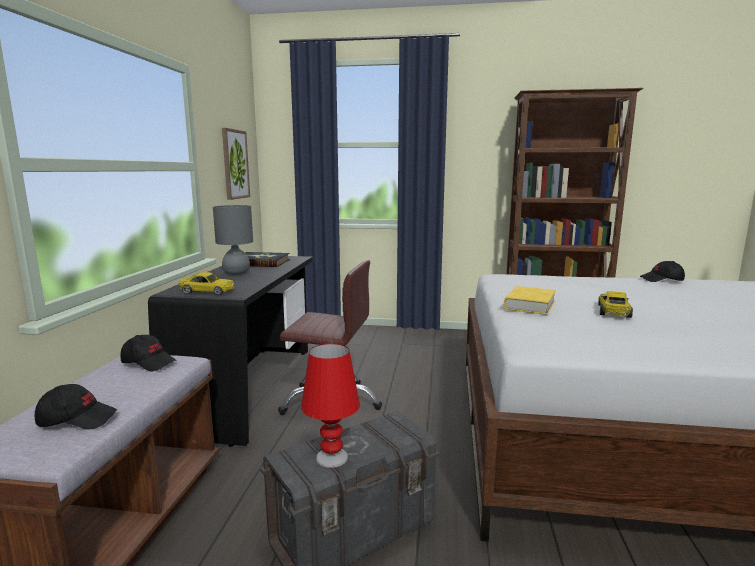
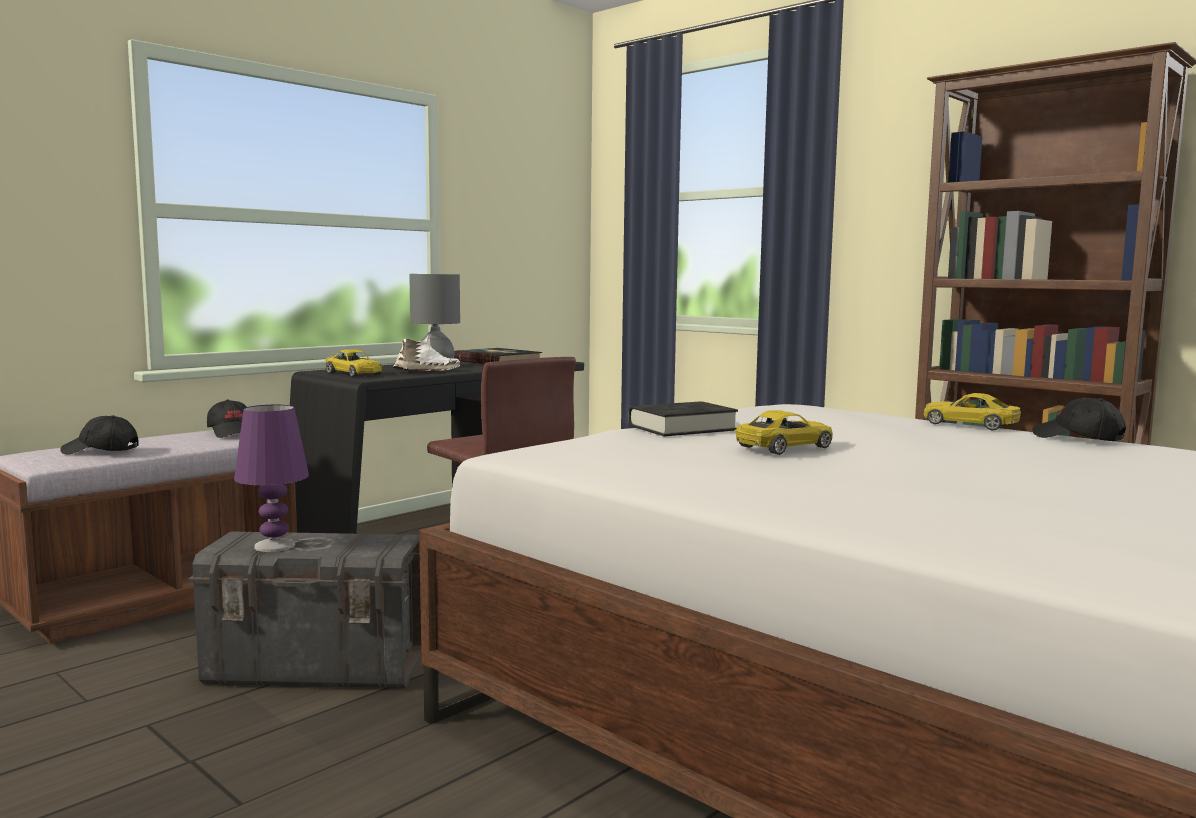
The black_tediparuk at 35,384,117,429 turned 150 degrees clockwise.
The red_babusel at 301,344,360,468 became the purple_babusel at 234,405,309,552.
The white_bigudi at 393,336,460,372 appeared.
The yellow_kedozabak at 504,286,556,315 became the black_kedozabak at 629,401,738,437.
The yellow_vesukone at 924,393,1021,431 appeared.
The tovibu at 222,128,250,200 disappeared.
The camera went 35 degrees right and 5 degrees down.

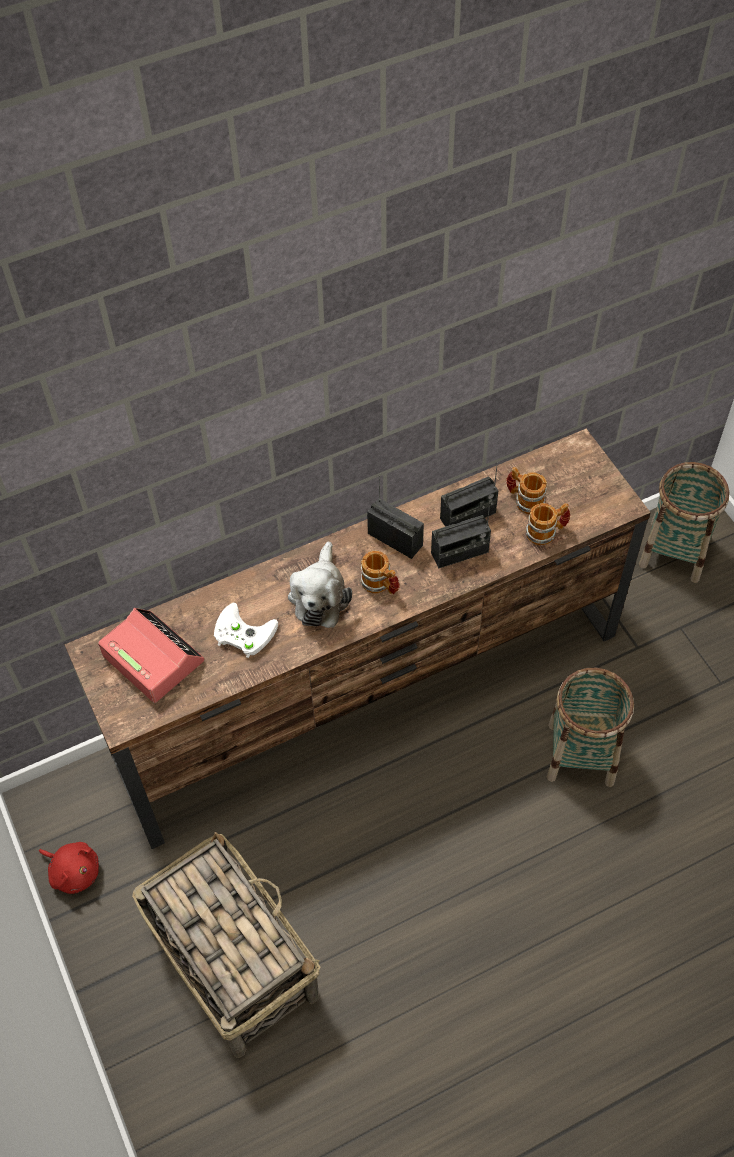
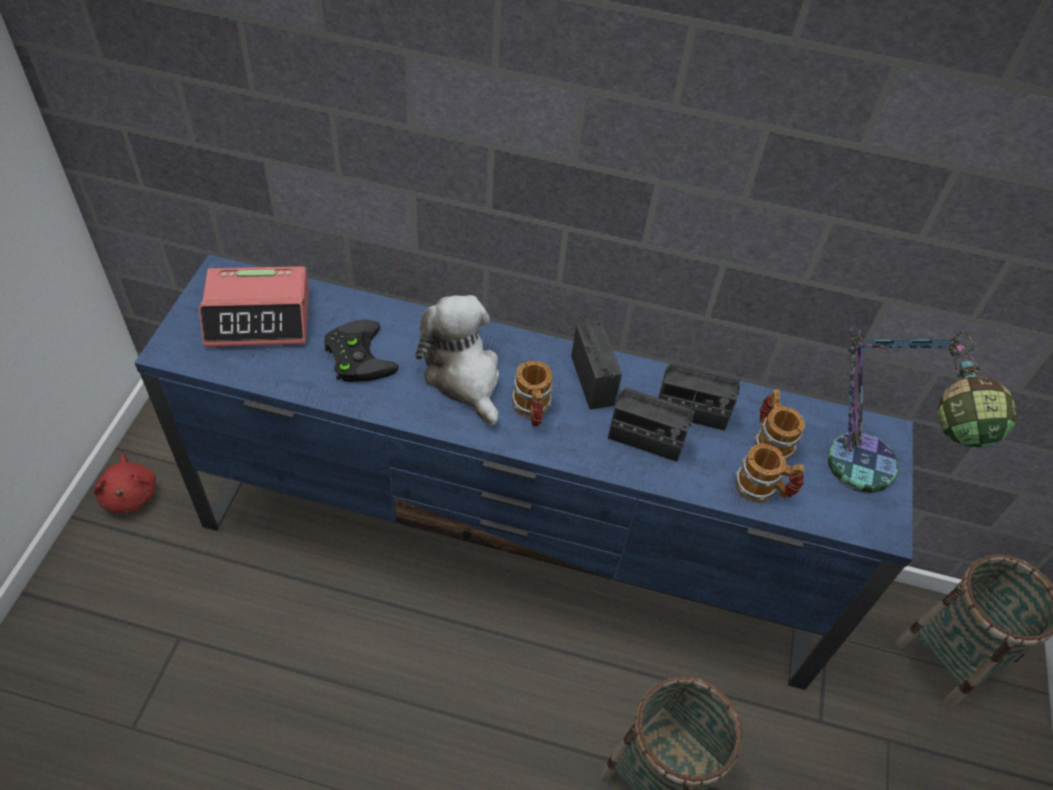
The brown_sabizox at 65,429,651,849 became the blue_sabizox at 134,254,913,690.
The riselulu at 98,608,205,703 turned 90 degrees clockwise.
The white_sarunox at 214,603,278,658 became the black_sarunox at 324,320,399,382.
The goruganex at 288,542,352,628 turned 105 degrees clockwise.
The babusel at 827,326,1016,493 appeared.
The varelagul at 132,832,320,1058 disappeared.
The camera went 35 degrees right and 5 degrees down.

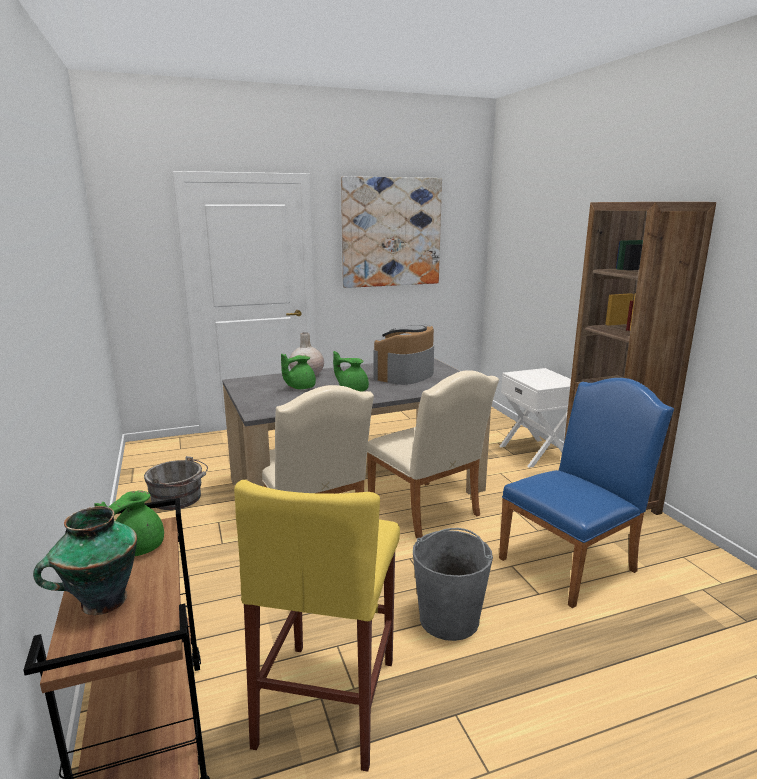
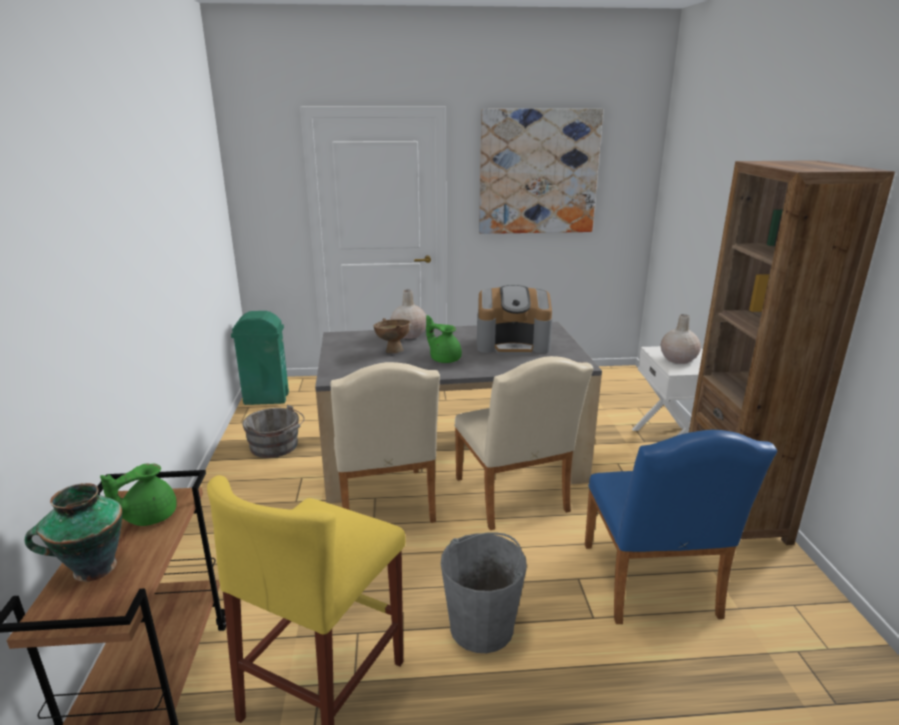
The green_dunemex at 231,311,289,405 appeared.
The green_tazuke at 281,354,316,389 was replaced by the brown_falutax at 374,318,411,354.
The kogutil at 374,324,434,385 turned 135 degrees counterclockwise.
The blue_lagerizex at 499,378,674,608 turned 105 degrees clockwise.
The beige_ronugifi at 661,314,701,364 appeared.
The camera went 15 degrees right and 5 degrees up.

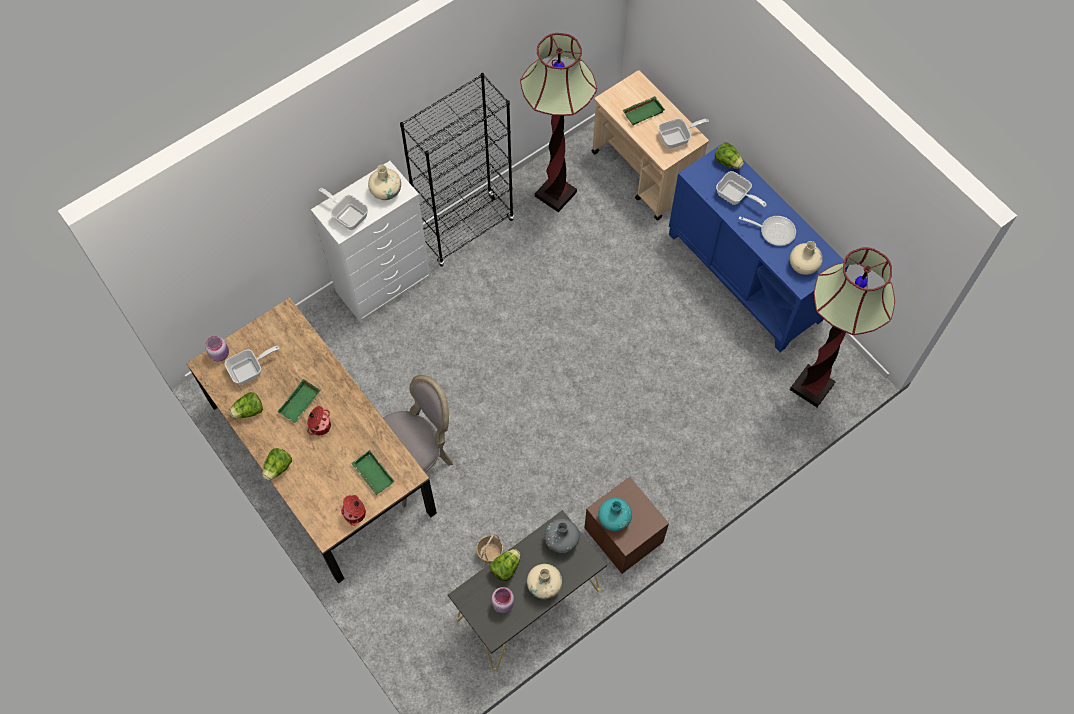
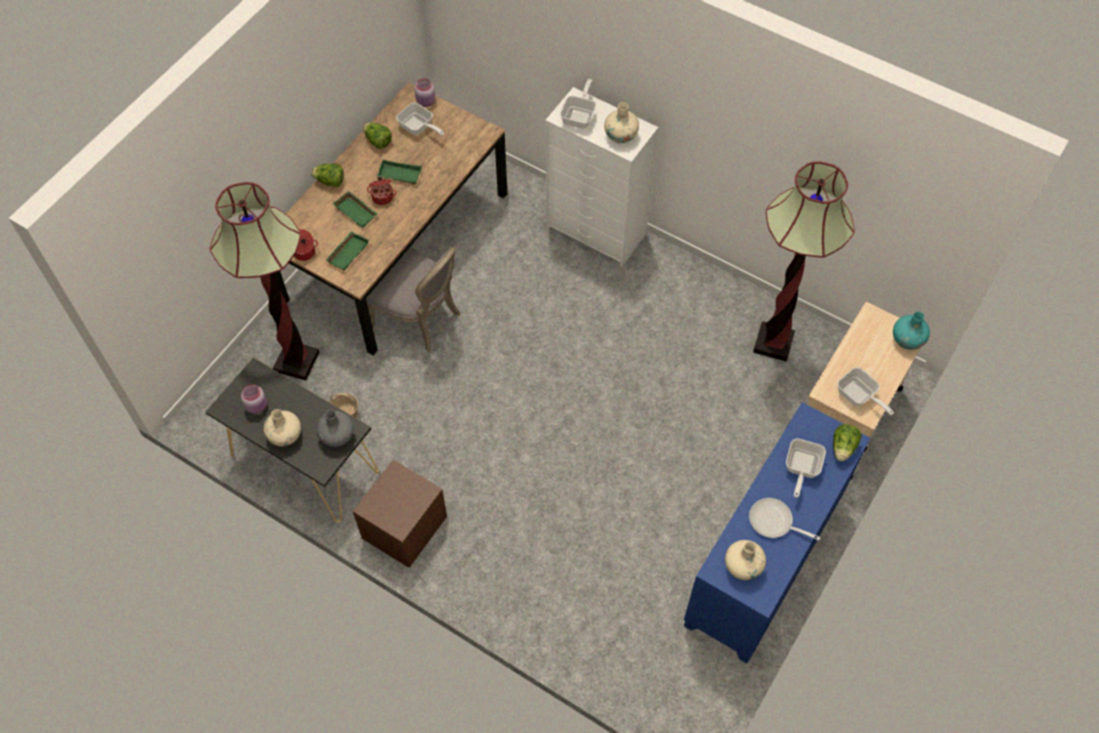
The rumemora moved from 790,247,895,407 to 210,182,319,380.
The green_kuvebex moved from 623,96,665,125 to 332,191,378,228.
The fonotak at 739,216,796,246 turned 120 degrees clockwise.
The turquoise_ronugifi moved from 598,498,632,532 to 893,312,930,350.
The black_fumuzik at 400,73,514,267 disappeared.
The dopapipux at 490,549,521,581 disappeared.
The camera went 70 degrees right and 5 degrees down.

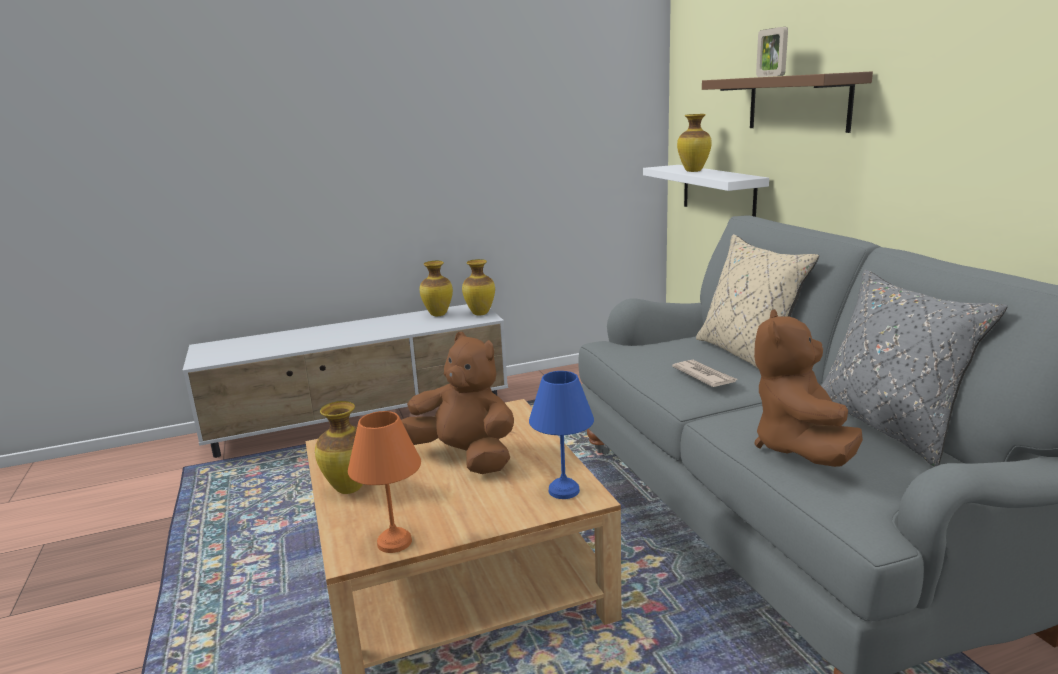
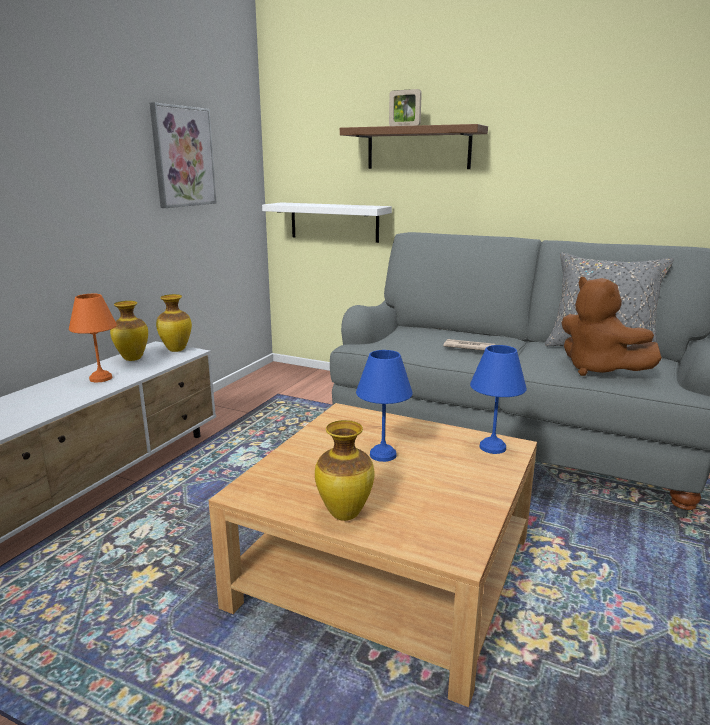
The orange_babusel moved from 348,411,421,553 to 69,294,117,382.
The tovibu at 150,102,217,208 appeared.
The brown_goruganex at 401,332,514,474 was replaced by the blue_babusel at 356,350,413,462.
The ronugifi at 677,114,712,172 disappeared.
The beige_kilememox at 696,234,819,368 disappeared.
The camera went 45 degrees left and 0 degrees up.

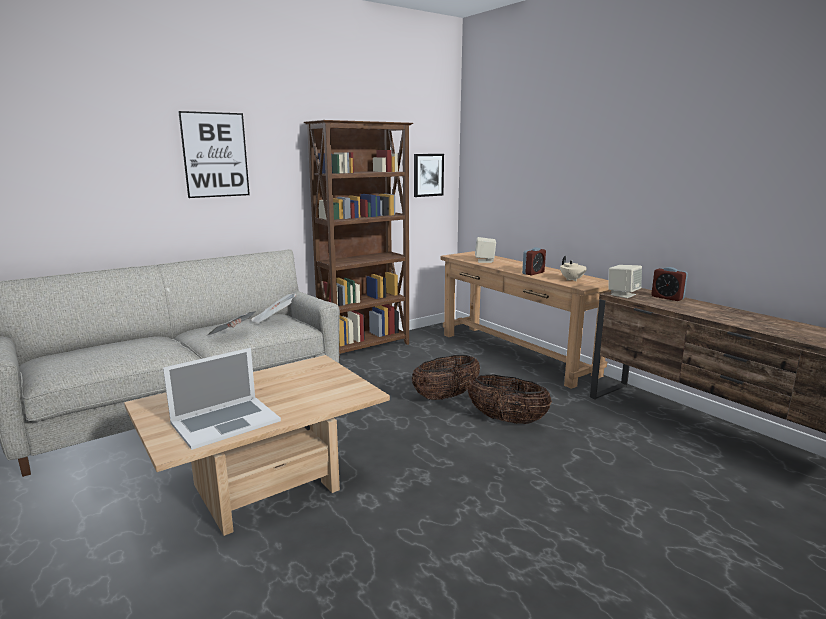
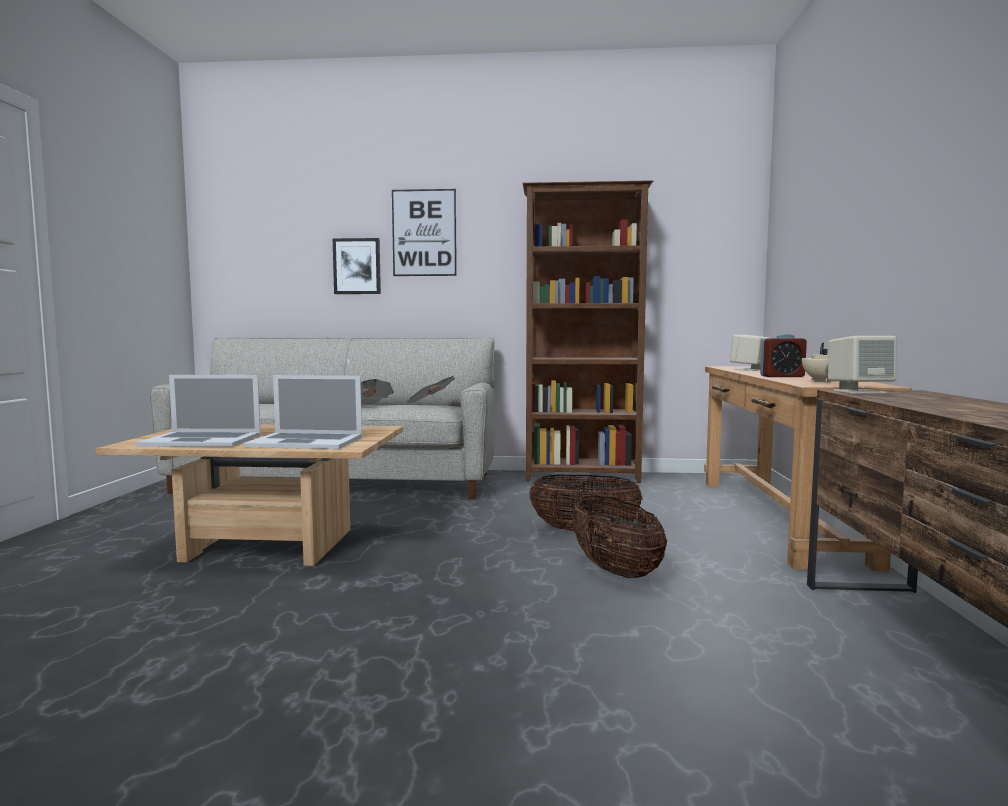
The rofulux at 243,375,362,449 appeared.
The tovibu moved from 414,154,444,197 to 332,238,381,294.
The riselulu at 651,267,688,301 disappeared.
The camera went 40 degrees right and 10 degrees down.

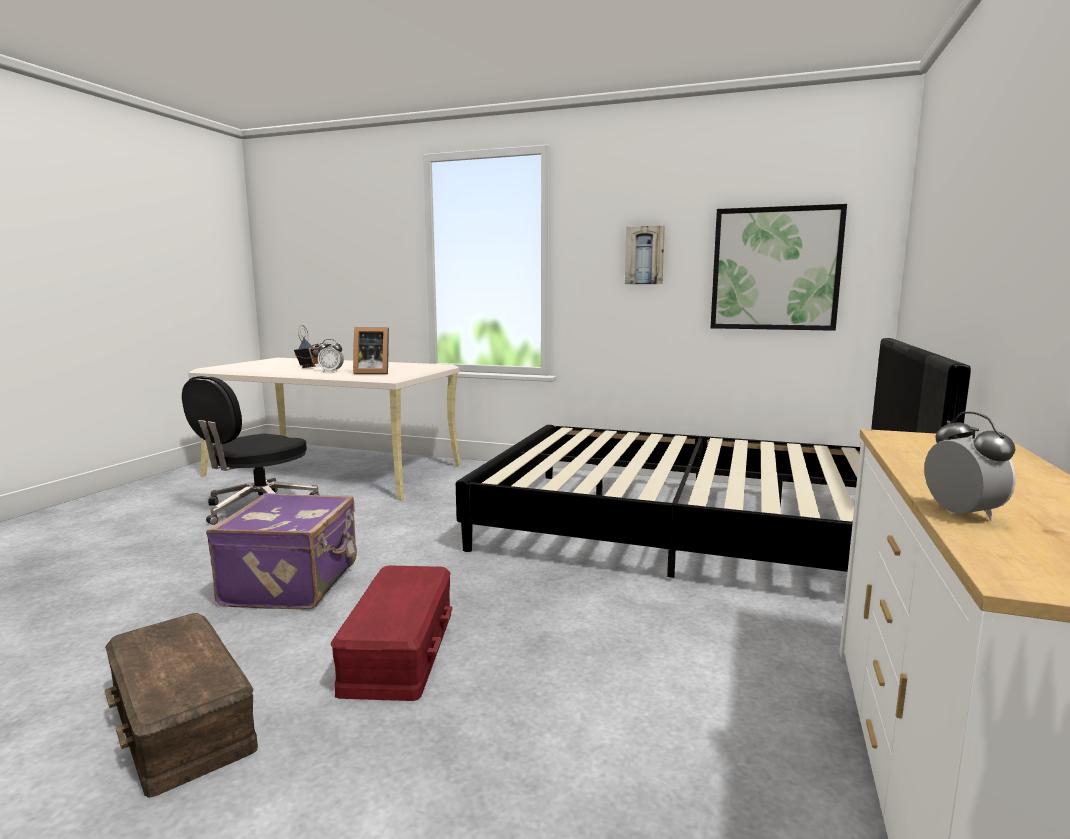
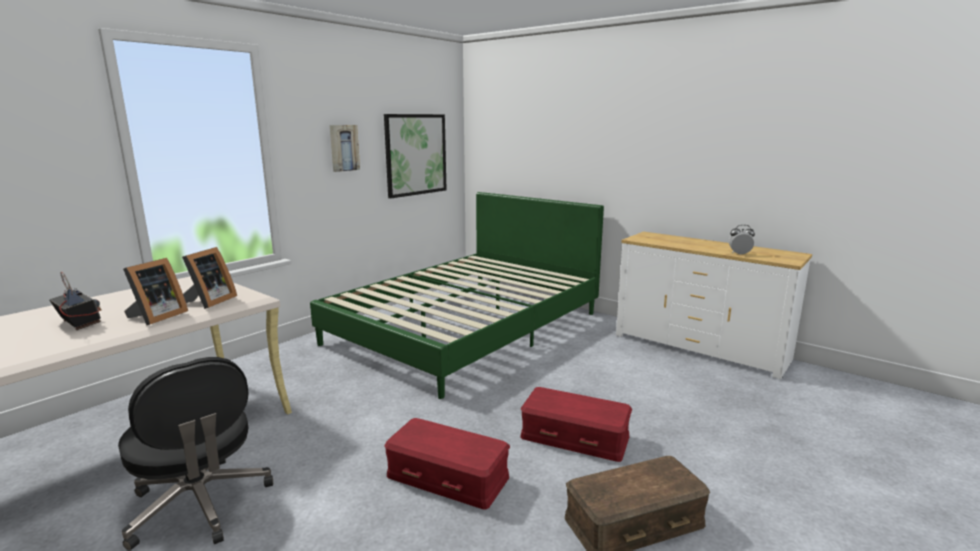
The riselulu at 318,339,344,372 was replaced by the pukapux at 123,258,188,325.
The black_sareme at 456,338,971,578 became the green_sareme at 310,192,604,399.
The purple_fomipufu at 206,493,357,610 was replaced by the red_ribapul at 384,418,510,509.
The camera went 70 degrees left and 5 degrees up.

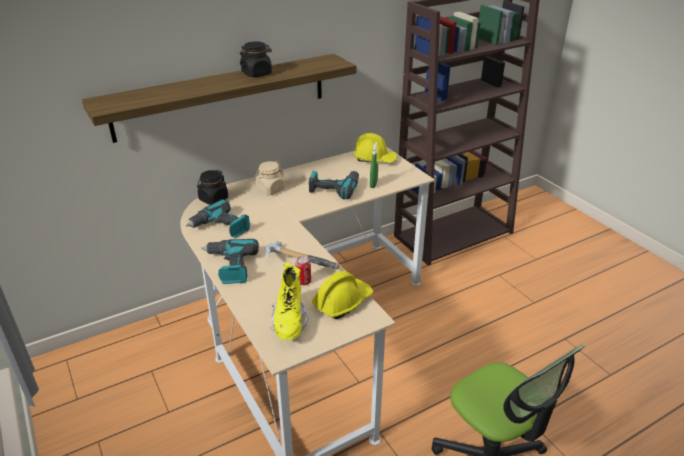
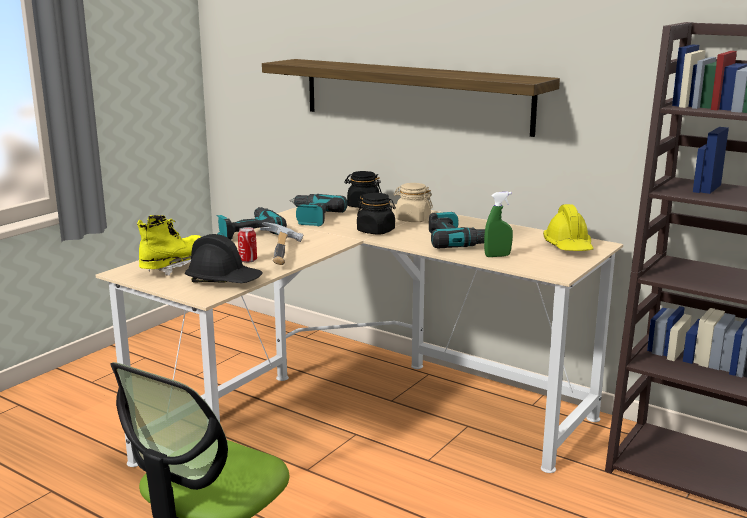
The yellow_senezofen at 270,262,308,340 turned 150 degrees clockwise.
The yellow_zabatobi at 312,271,373,319 became the black_zabatobi at 185,234,263,283.
The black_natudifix moved from 240,41,272,77 to 357,193,396,235.
The camera went 65 degrees right and 15 degrees down.

